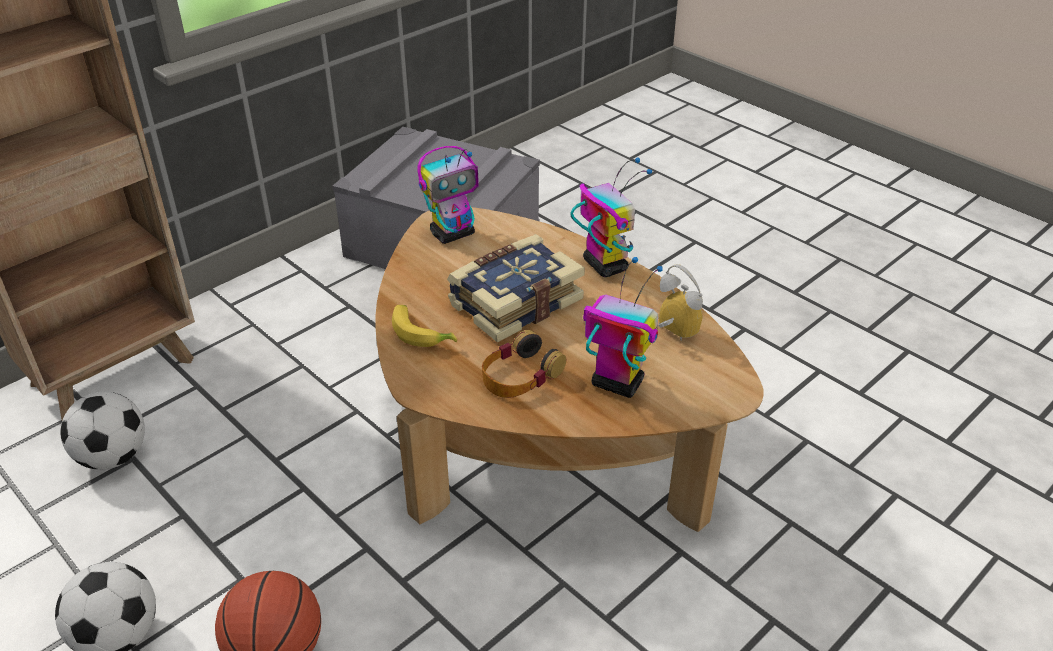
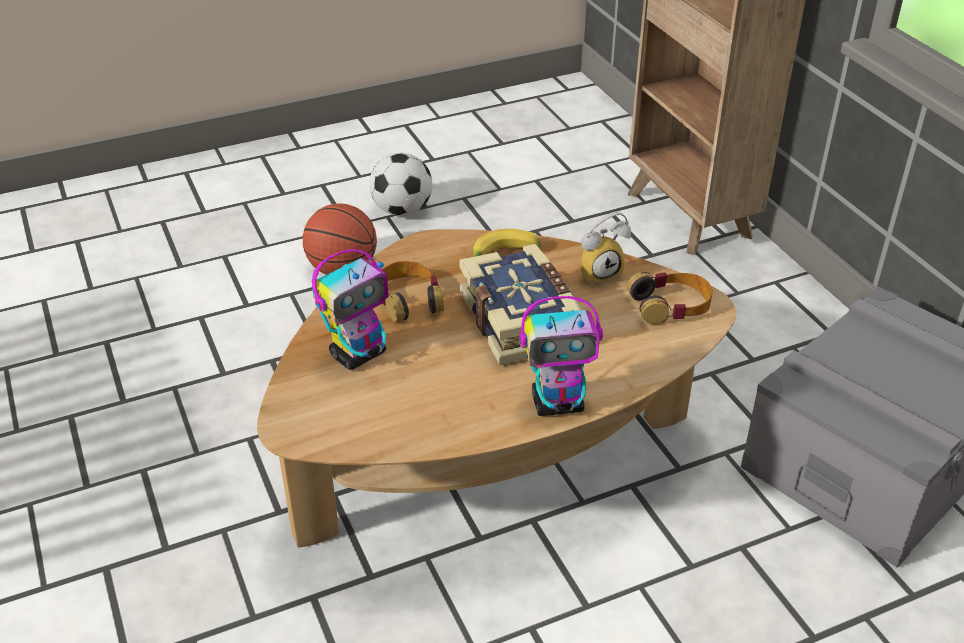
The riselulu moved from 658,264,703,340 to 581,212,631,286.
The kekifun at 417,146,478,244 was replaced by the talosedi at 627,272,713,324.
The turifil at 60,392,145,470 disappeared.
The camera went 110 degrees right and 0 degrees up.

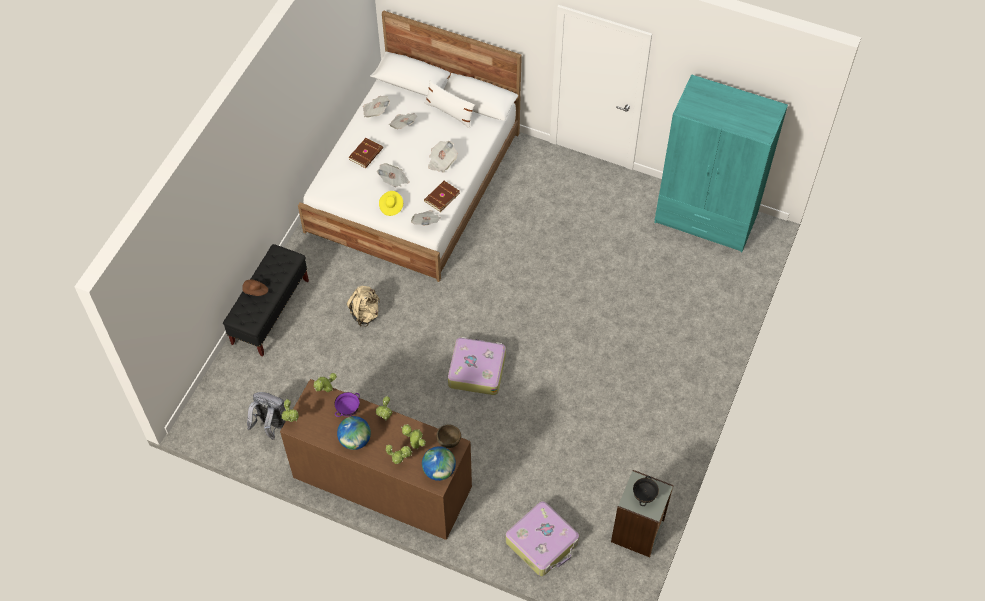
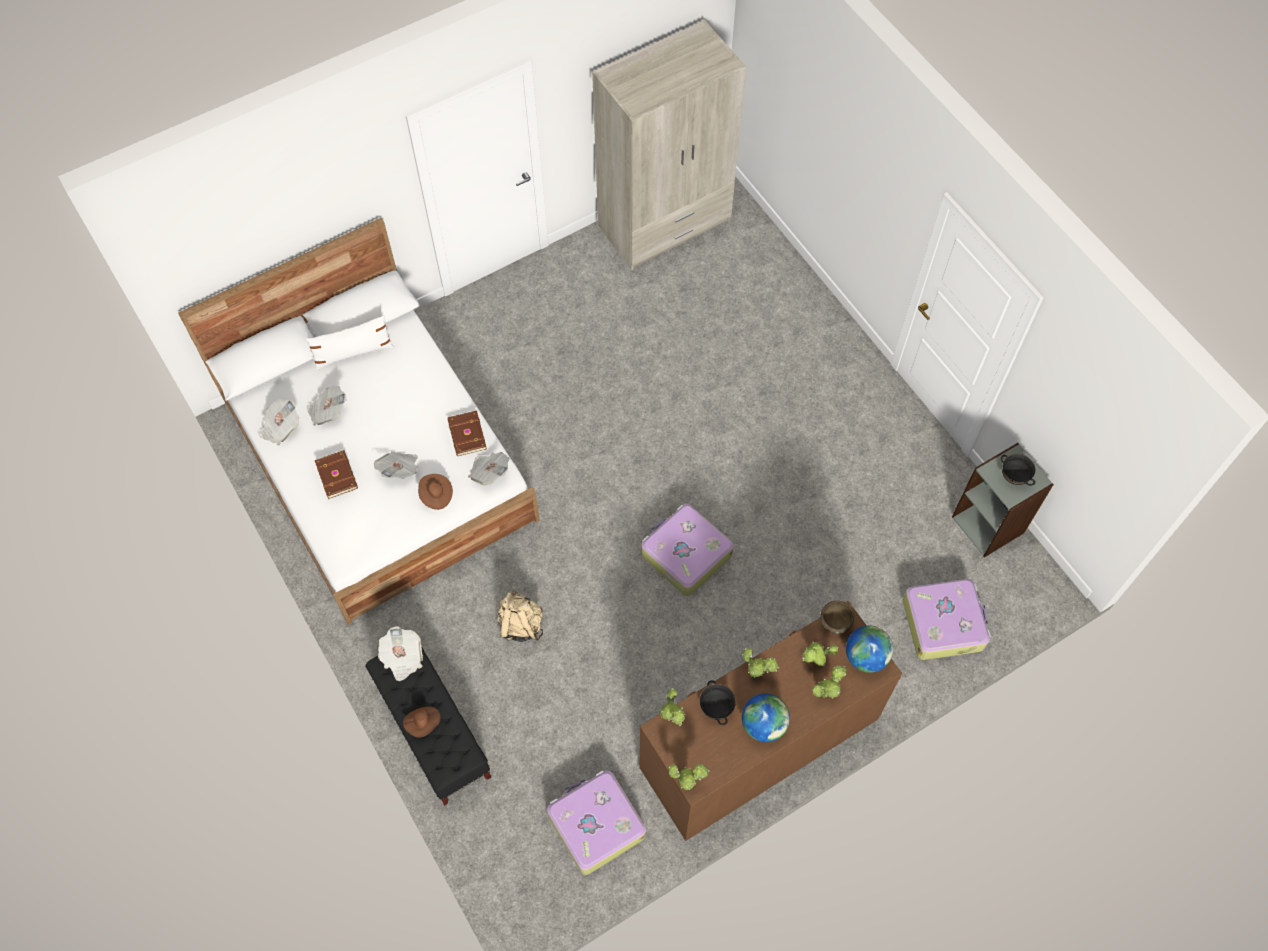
The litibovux moved from 428,141,457,173 to 378,626,423,681.
The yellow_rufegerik at 379,191,403,216 became the brown_rufegerik at 418,474,453,510.
The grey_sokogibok at 247,392,286,440 was replaced by the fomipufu at 547,771,646,875.
The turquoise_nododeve at 654,74,788,252 became the beige_nododeve at 592,20,746,270.
The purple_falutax at 334,392,360,417 became the black_falutax at 699,680,736,725.
The camera went 55 degrees left and 5 degrees up.

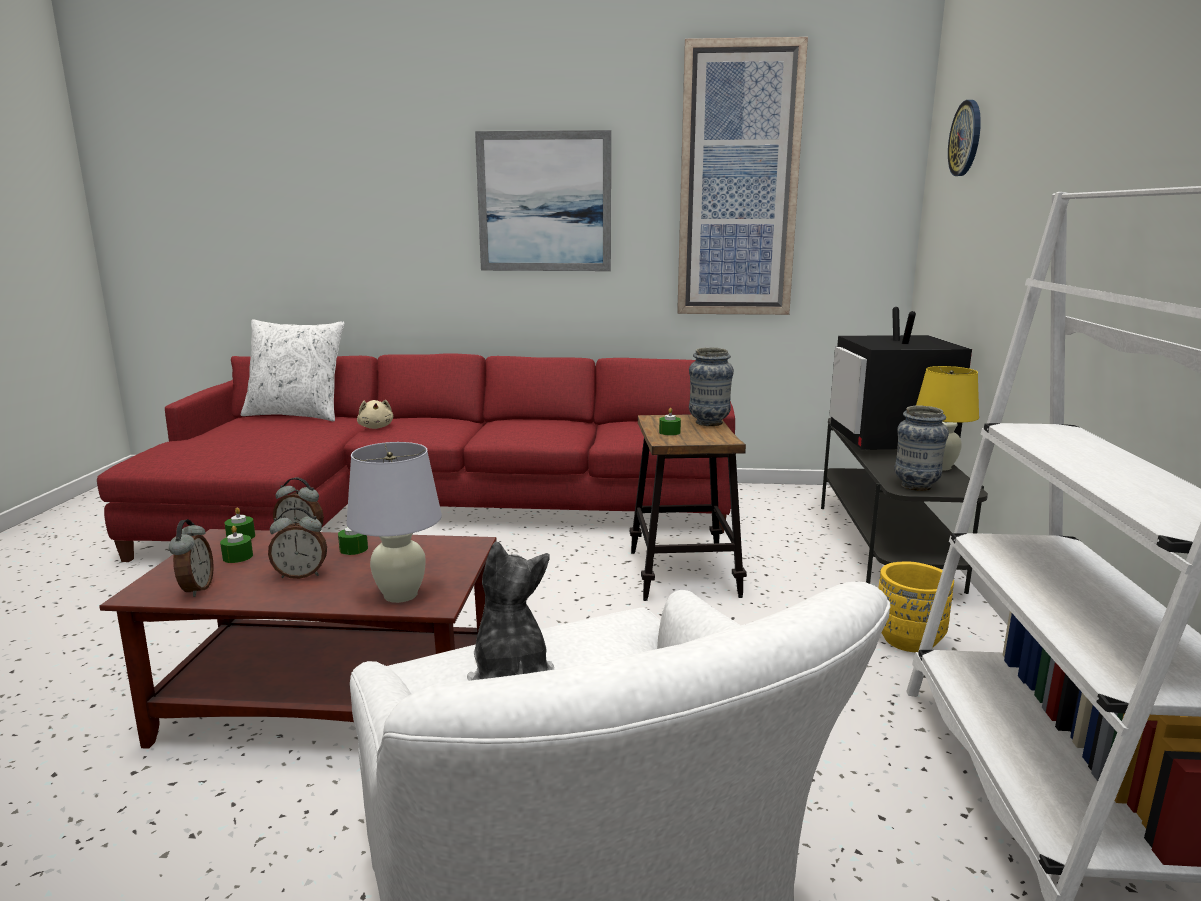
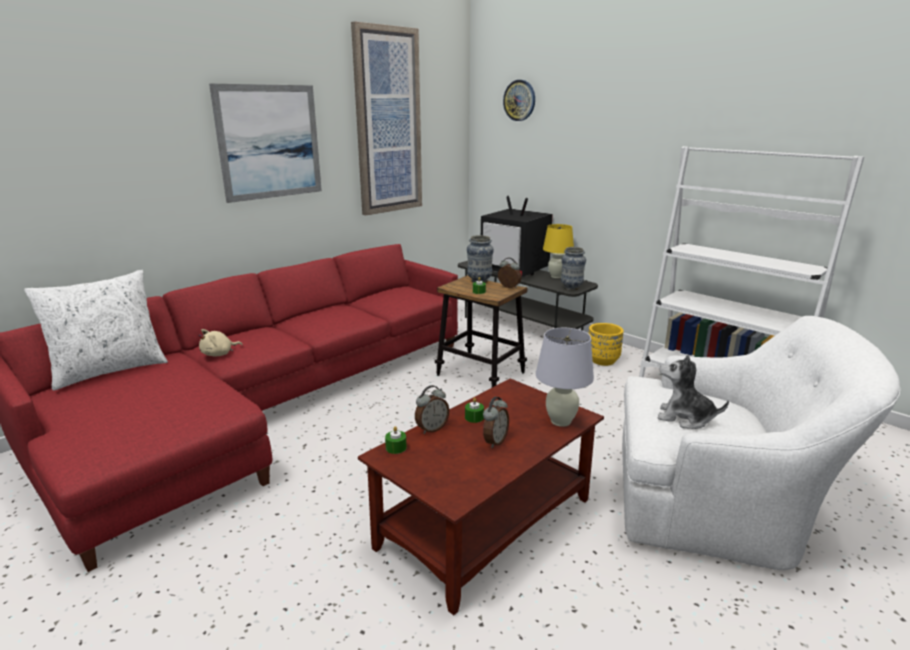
The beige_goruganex at 357,400,393,429 turned 120 degrees clockwise.
The riselulu moved from 169,519,214,597 to 498,257,522,288.
The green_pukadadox at 220,526,253,563 disappeared.
The camera went 50 degrees left and 5 degrees up.

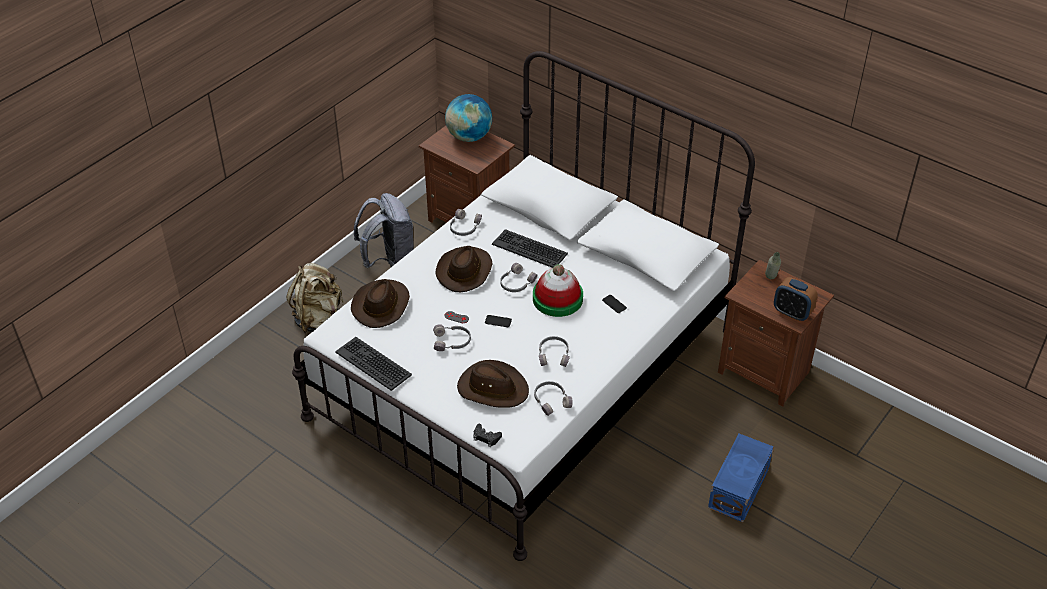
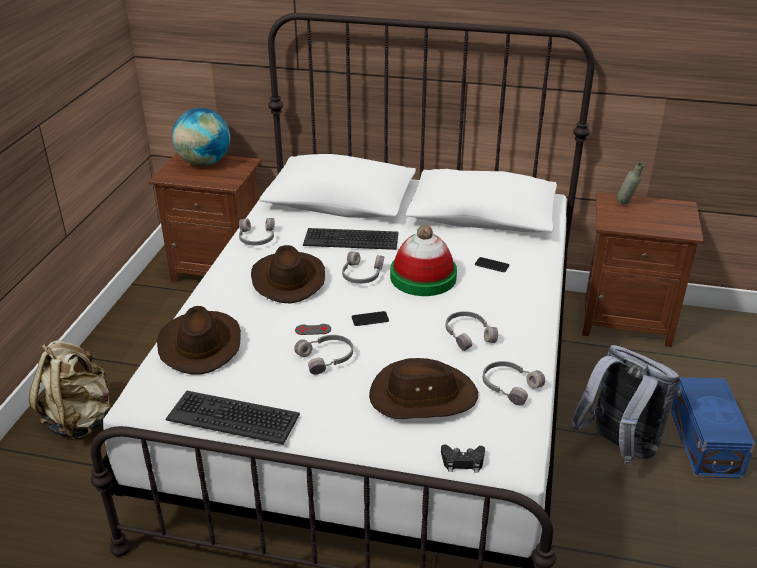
The grey_sokogibok moved from 354,193,414,268 to 570,345,680,465.
The riselulu at 774,277,818,321 disappeared.
The camera went 25 degrees left and 10 degrees down.

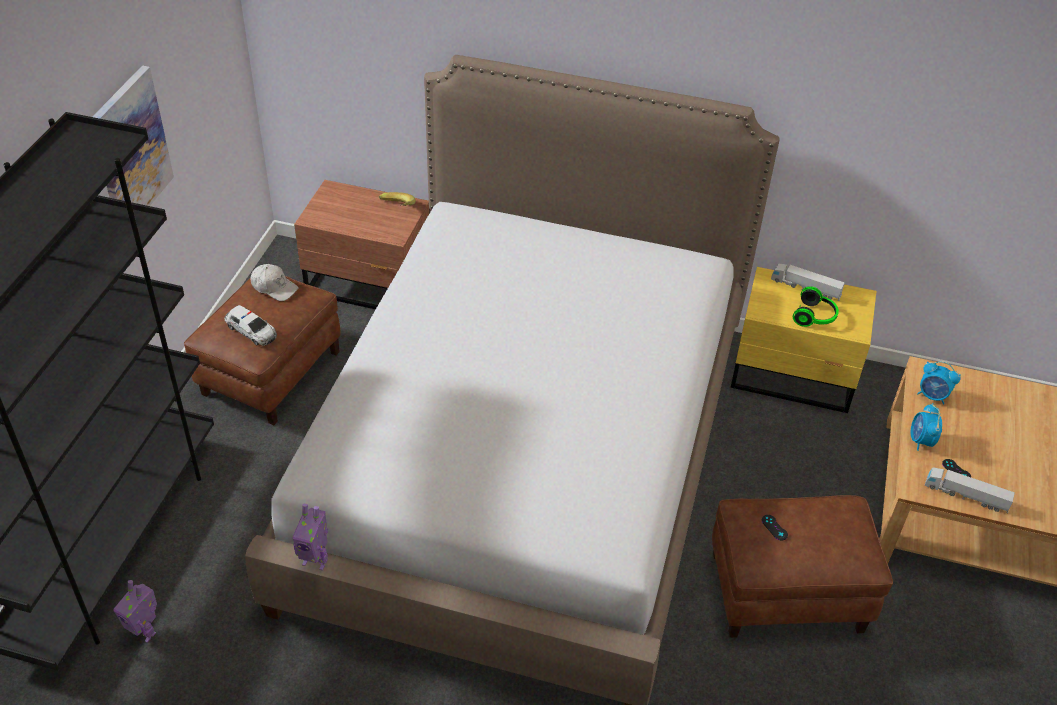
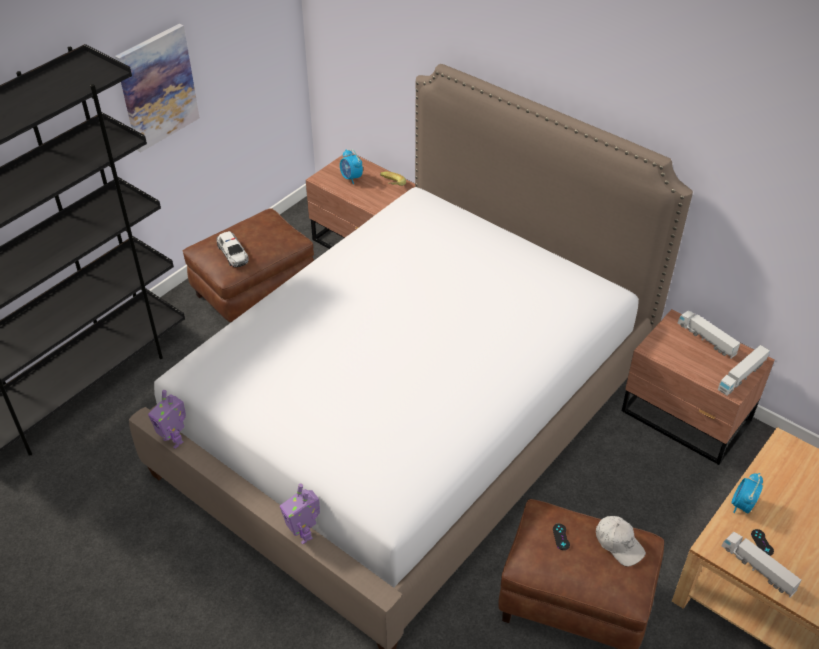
The kekifun moved from 113,580,157,642 to 280,483,320,545.
The riselulu moved from 917,361,961,405 to 340,149,363,184.
The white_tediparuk moved from 250,264,298,301 to 596,516,646,566.
The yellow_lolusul at 731,267,877,413 became the brown_lolusul at 621,309,775,465.
The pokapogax at 718,345,770,396 appeared.
The talosedi at 793,286,839,327 disappeared.
The camera went 25 degrees right and 0 degrees up.

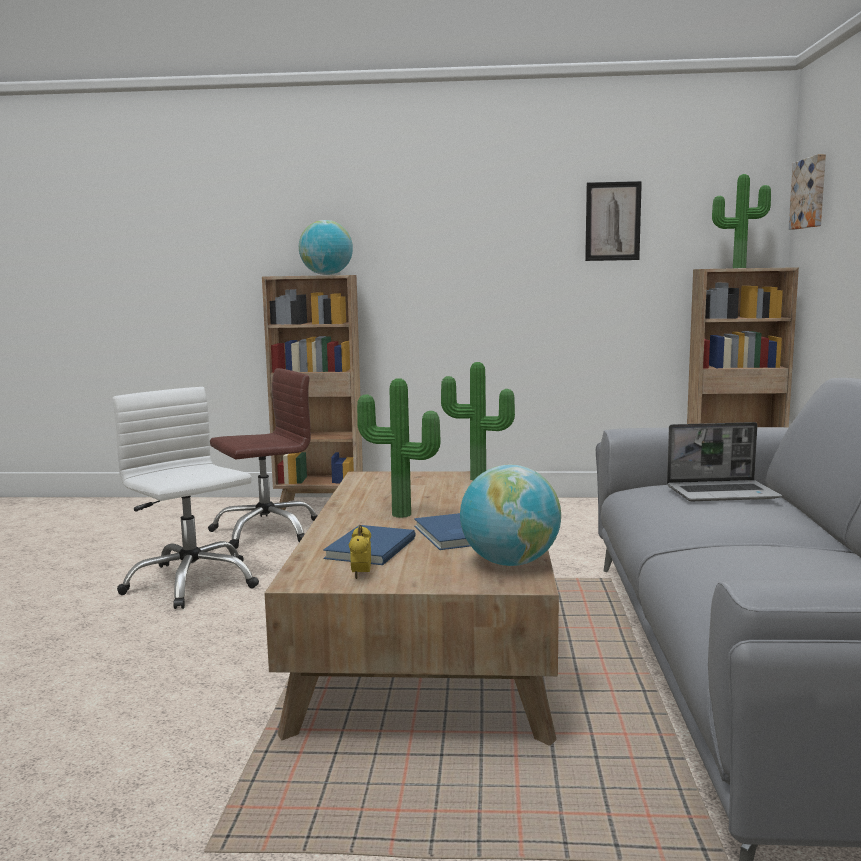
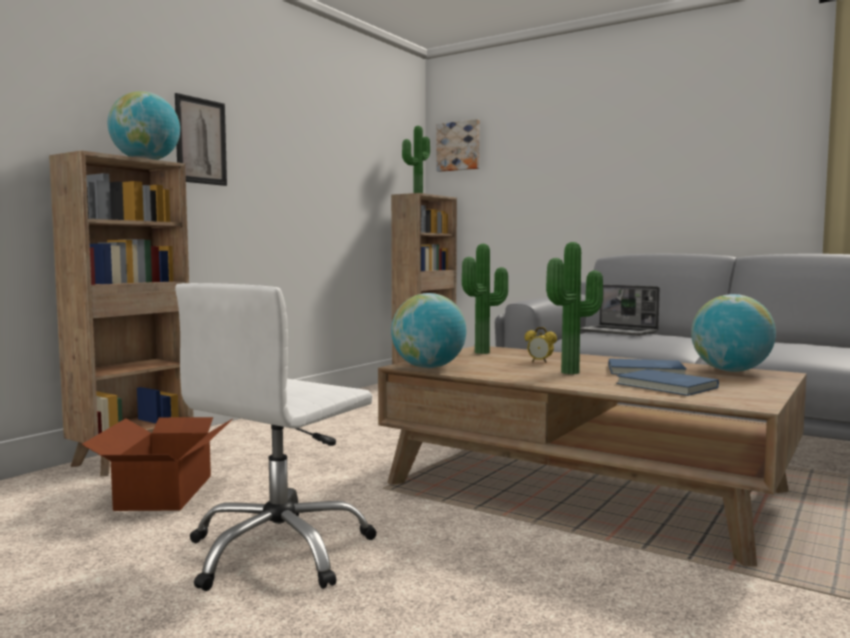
The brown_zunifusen at 208,368,318,549 was replaced by the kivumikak at 81,417,234,511.
The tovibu moved from 585,181,642,261 to 175,93,227,186.
The white_zunifusen at 113,387,259,609 turned 45 degrees counterclockwise.
The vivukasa at 391,293,466,368 appeared.
The riselulu moved from 349,525,371,579 to 525,327,557,363.
The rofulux at 667,422,782,501 turned 105 degrees clockwise.
The camera went 60 degrees left and 5 degrees down.

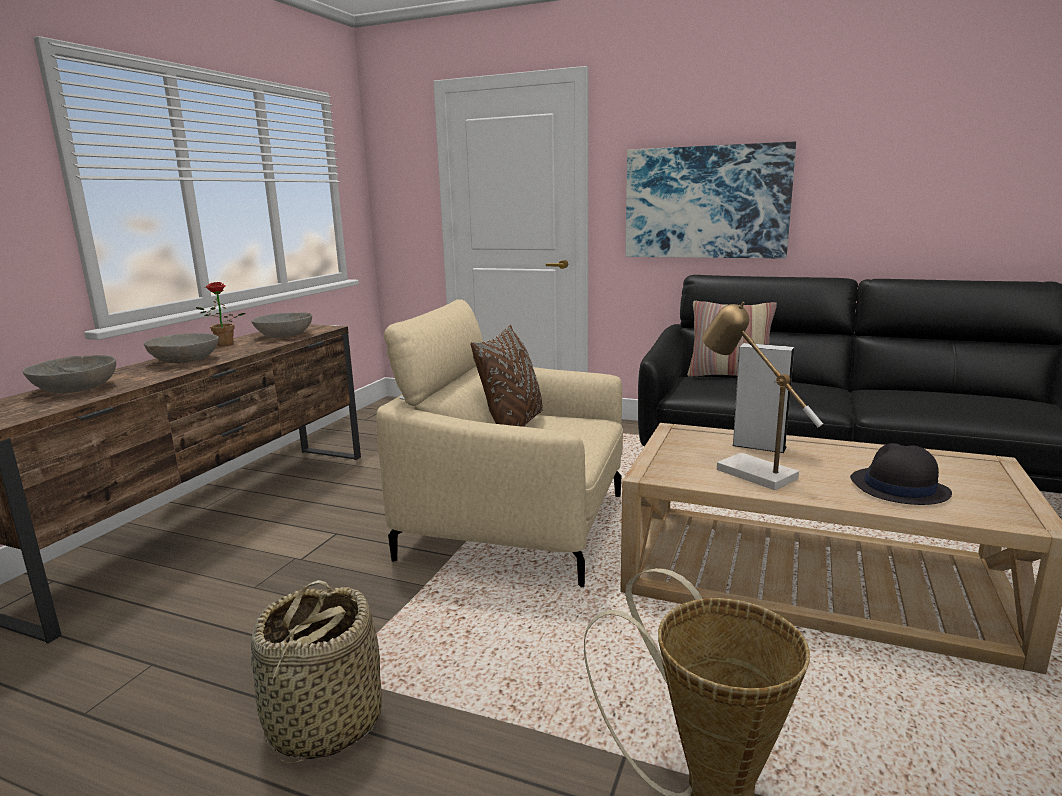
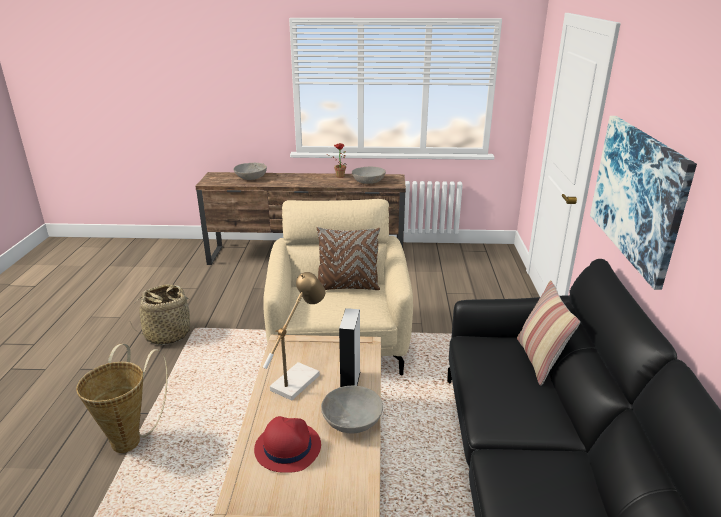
The black_rufegerik at 850,443,952,505 became the red_rufegerik at 254,416,321,473.
The grey_falutax moved from 144,333,219,363 to 321,386,383,434.
The camera went 70 degrees right and 10 degrees up.

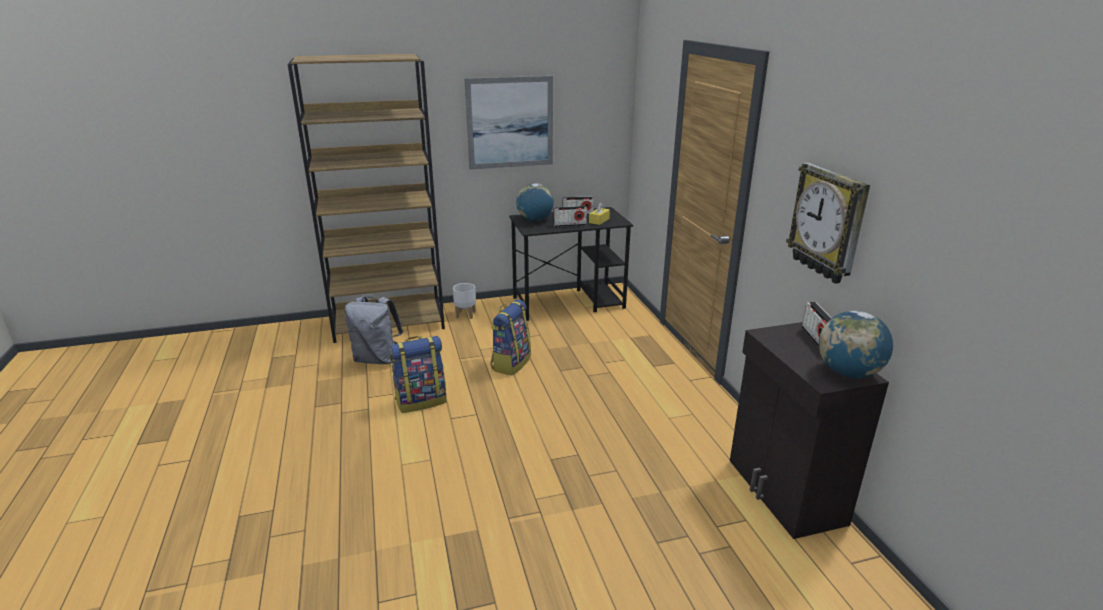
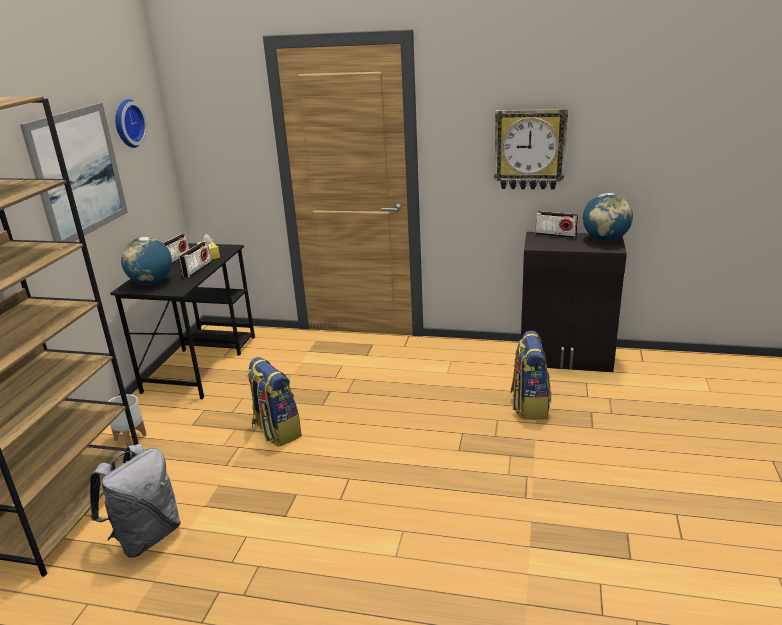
The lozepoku at 115,99,147,148 appeared.
The sokogibok moved from 390,336,446,413 to 510,331,551,420.
The camera went 60 degrees left and 0 degrees up.

